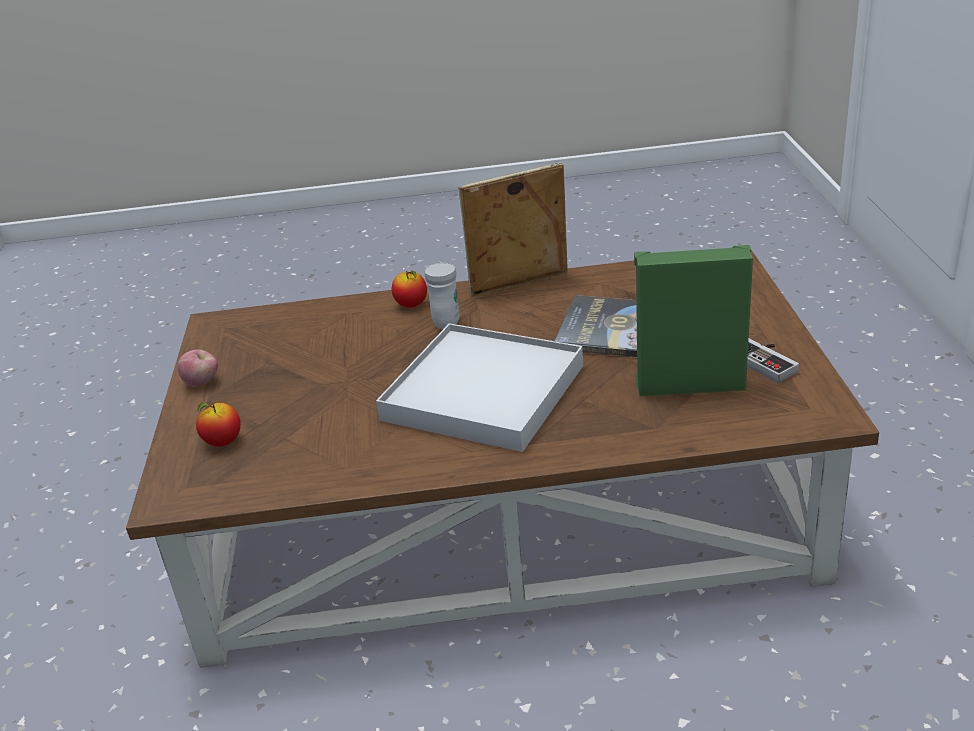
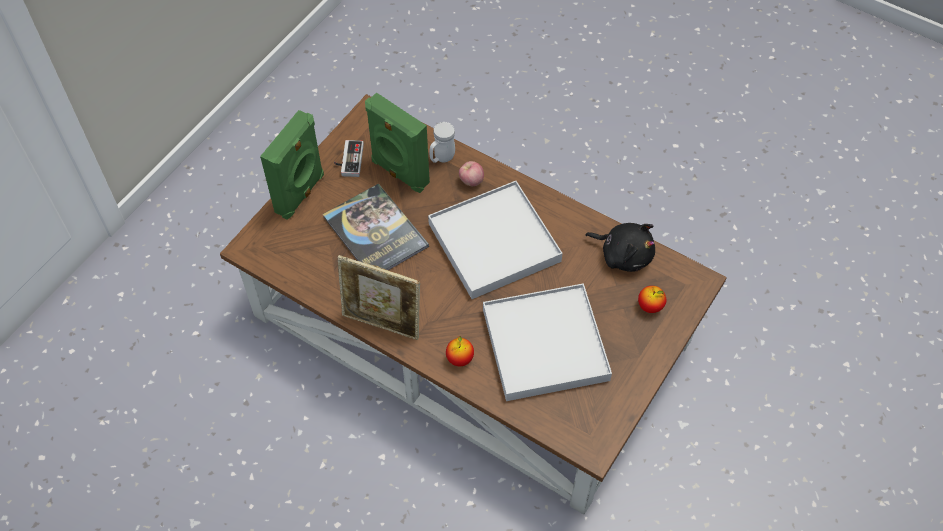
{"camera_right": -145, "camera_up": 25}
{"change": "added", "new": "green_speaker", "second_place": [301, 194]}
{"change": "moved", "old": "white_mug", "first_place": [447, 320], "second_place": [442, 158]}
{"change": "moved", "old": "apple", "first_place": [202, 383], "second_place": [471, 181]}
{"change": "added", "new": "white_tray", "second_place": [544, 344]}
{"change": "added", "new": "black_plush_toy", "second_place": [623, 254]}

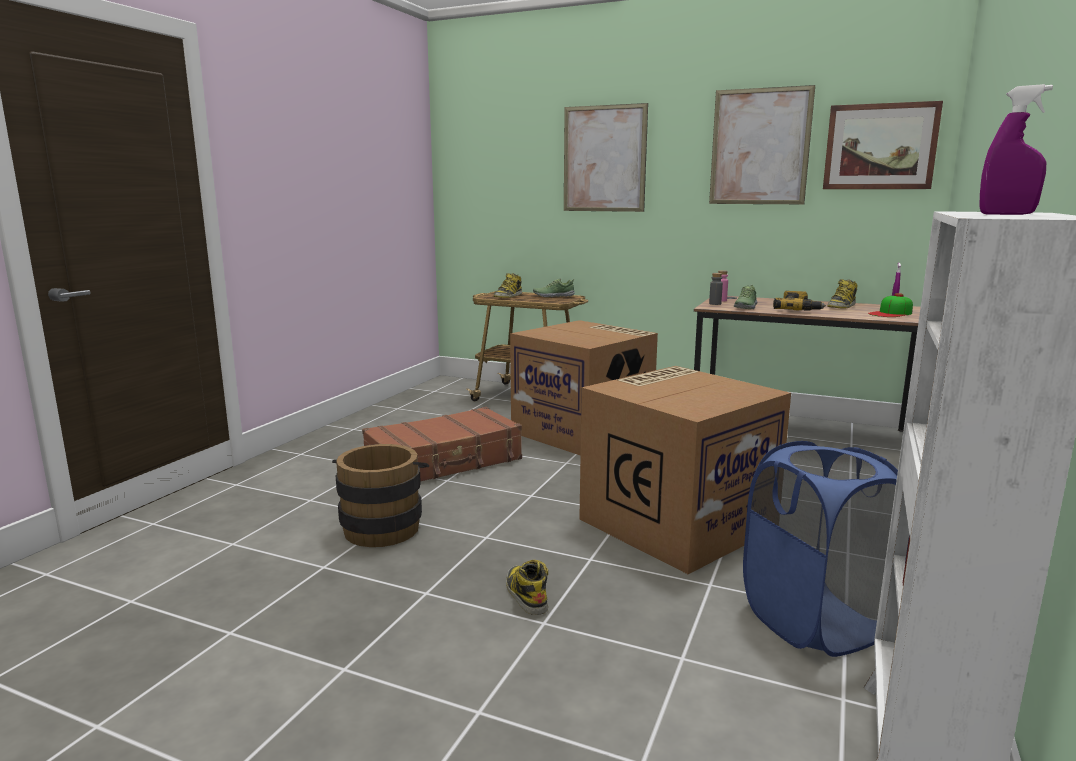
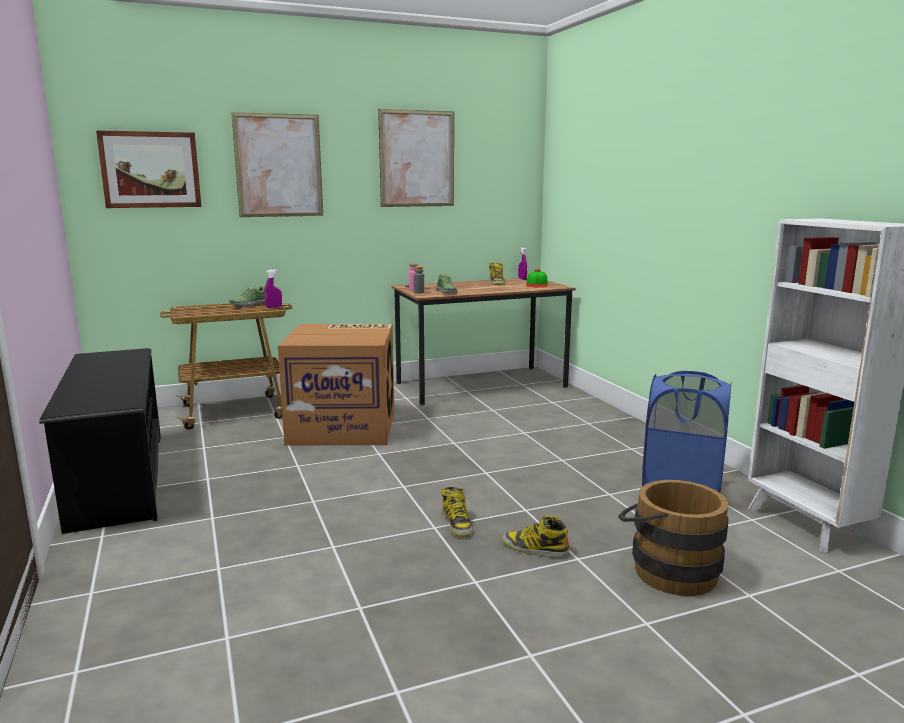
{"camera_right": -45, "camera_up": 0}
{"change": "added", "new": "black_shoe_rack", "second_place": [118, 478]}
{"change": "moved", "old": "picture", "first_place": [880, 147], "second_place": [150, 170]}
{"change": "moved", "old": "purple_spray_bottle", "first_place": [1006, 214], "second_place": [274, 307]}
{"change": "moved", "old": "boot", "first_place": [508, 296], "second_place": [457, 523]}
{"change": "moved", "old": "brown_bucket", "first_place": [383, 526], "second_place": [667, 569]}
{"change": "removed", "old": "brown_suitcase", "first_place": [444, 462]}
{"change": "removed", "old": "cardboard_box", "first_place": [677, 522]}
{"change": "removed", "old": "power_drill", "first_place": [798, 310]}

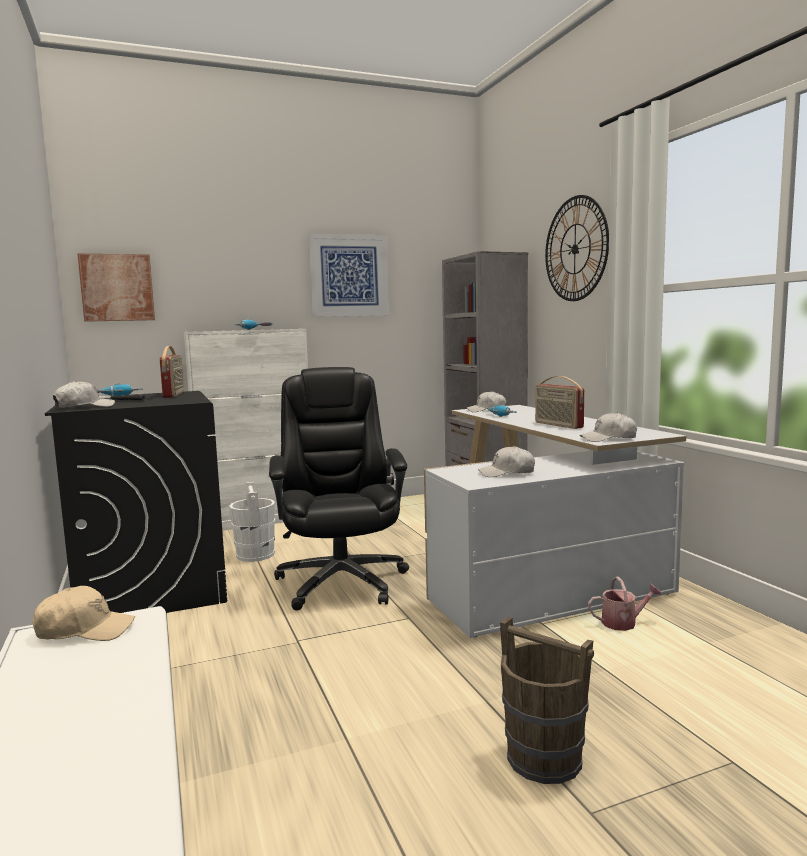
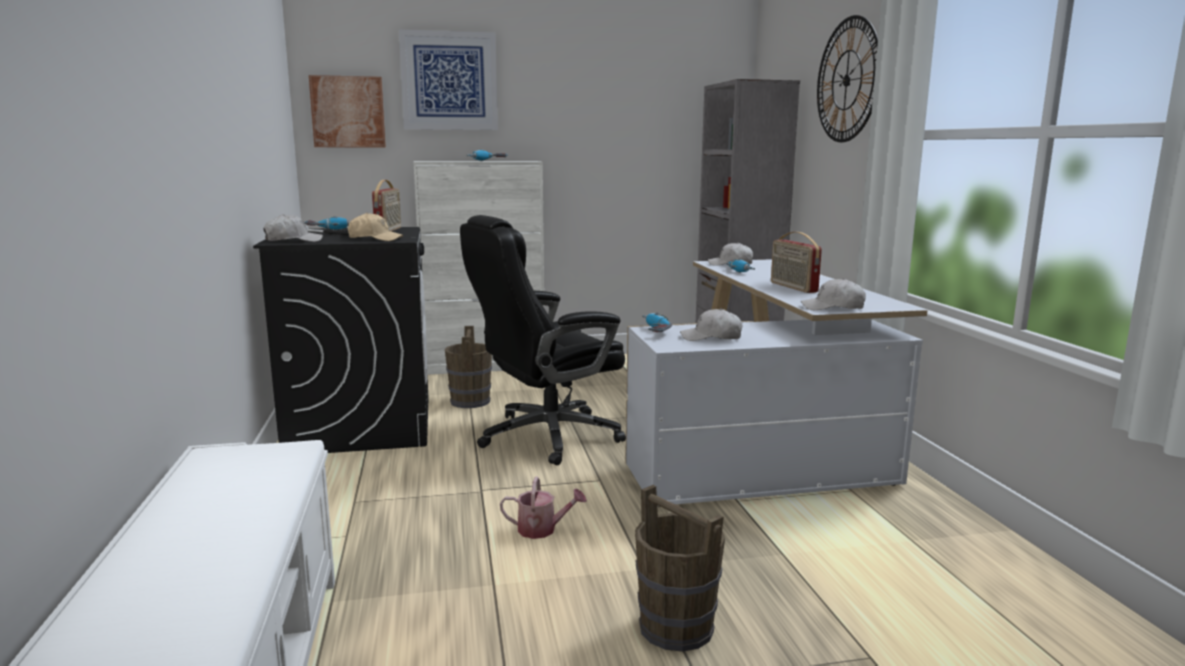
{"camera_right": 10, "camera_up": 5}
{"change": "moved", "old": "beige_cap", "first_place": [85, 630], "second_place": [375, 239]}
{"change": "moved", "old": "picture", "first_place": [348, 275], "second_place": [449, 81]}
{"change": "recoloured", "old": "white_bucket", "new": "brown_bucket", "first_place": [255, 554], "second_place": [470, 401]}
{"change": "turned", "old": "black_office_chair", "first_place": [341, 581], "second_place": [546, 437], "degrees": -120}
{"change": "moved", "old": "watering_can", "first_place": [623, 623], "second_place": [542, 529]}
{"change": "added", "new": "power_drill", "second_place": [652, 331]}

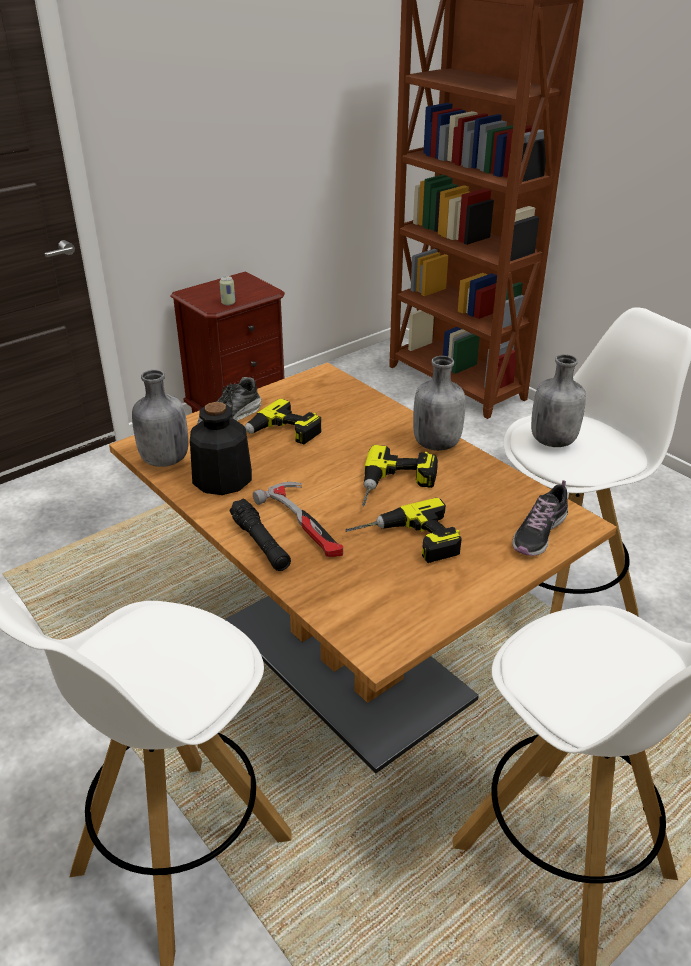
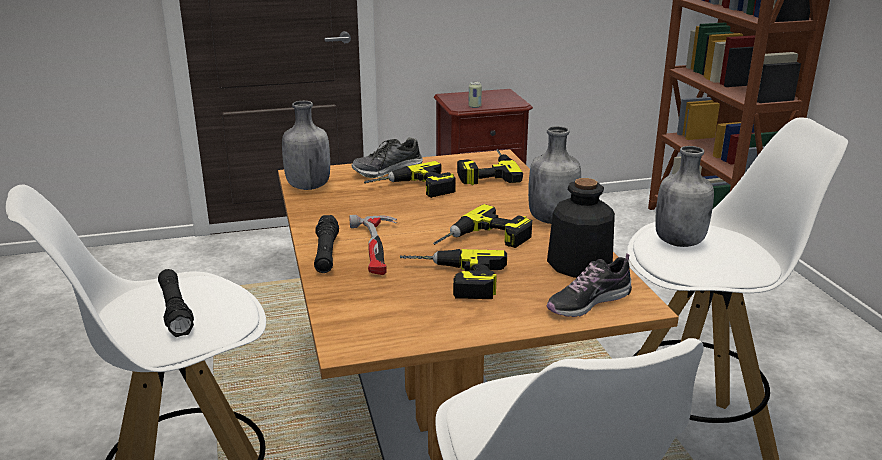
{"camera_right": 25, "camera_up": -10}
{"change": "added", "new": "black_flashlight", "second_place": [175, 311]}
{"change": "added", "new": "power_drill", "second_place": [485, 171]}
{"change": "moved", "old": "bottle", "first_place": [222, 479], "second_place": [579, 264]}

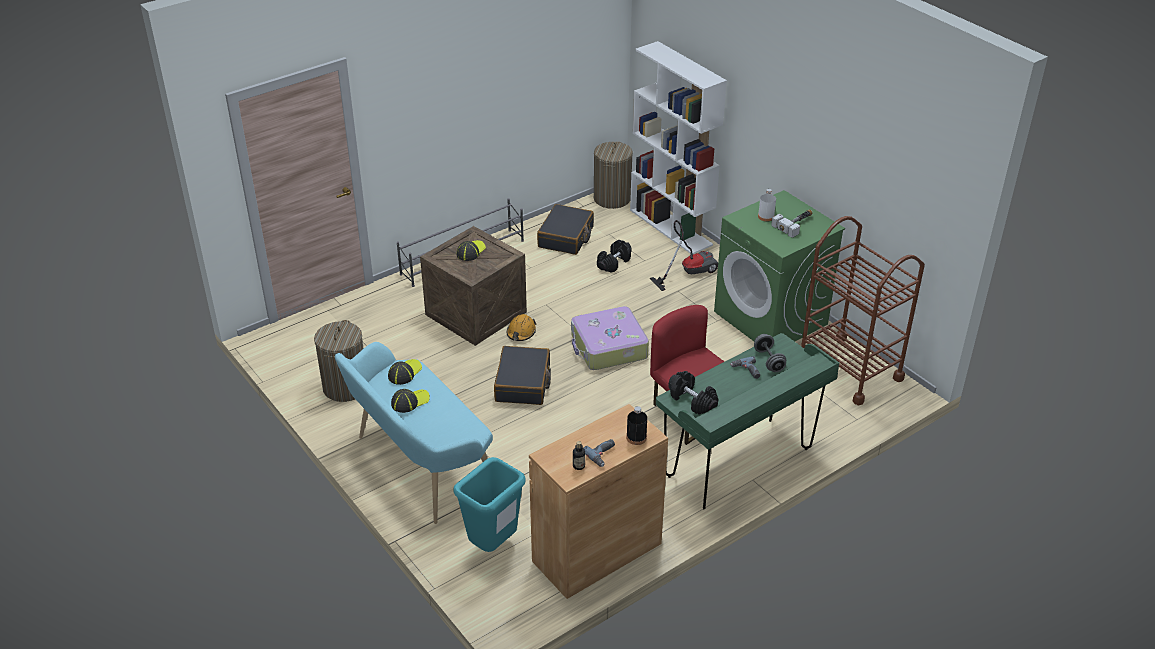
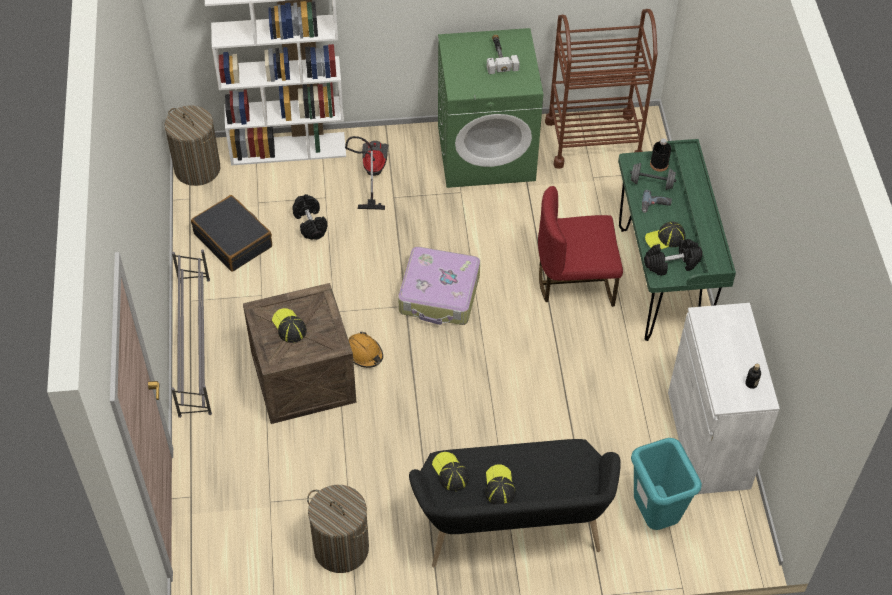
{"camera_right": -60, "camera_up": 15}
{"change": "recoloured", "old": "turquoise_bench", "new": "black_bench", "first_place": [419, 467], "second_place": [511, 531]}
{"change": "added", "new": "cap", "second_place": [665, 238]}
{"change": "moved", "old": "black_bottle", "first_place": [636, 437], "second_place": [659, 164]}
{"change": "recoloured", "old": "brown_cabinet", "new": "white_cabinet", "first_place": [597, 552], "second_place": [708, 440]}
{"change": "removed", "old": "black_suitcase", "first_place": [523, 383]}
{"change": "removed", "old": "power_drill", "first_place": [603, 455]}
{"change": "removed", "old": "white_bottle", "first_place": [766, 216]}

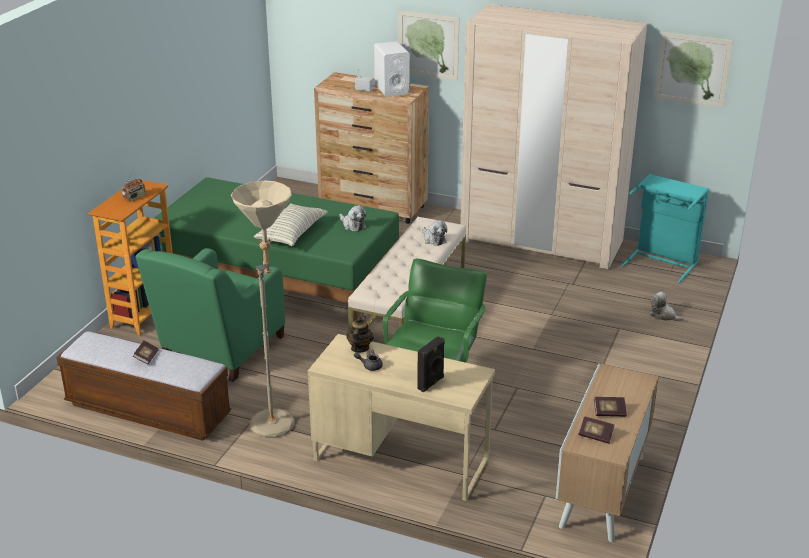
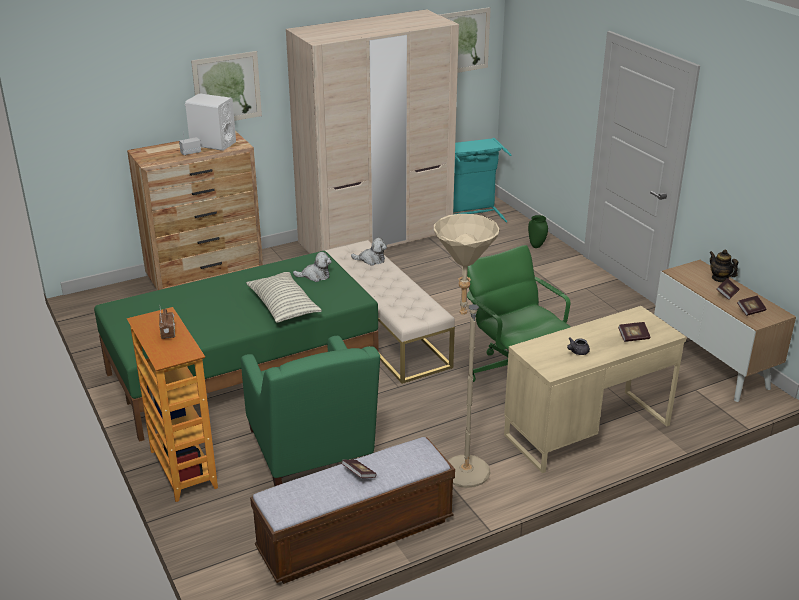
{"camera_right": -50, "camera_up": 0}
{"change": "replaced", "old": "plush_toy", "new": "green_vase", "first_place": [663, 315], "second_place": [537, 246]}
{"change": "replaced", "old": "black_speaker", "new": "book", "first_place": [431, 383], "second_place": [633, 337]}
{"change": "moved", "old": "teapot", "first_place": [359, 348], "second_place": [720, 278]}

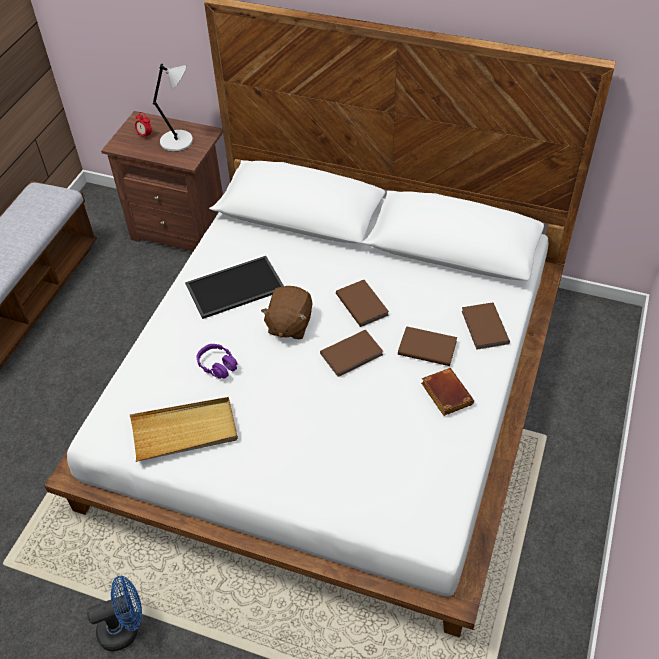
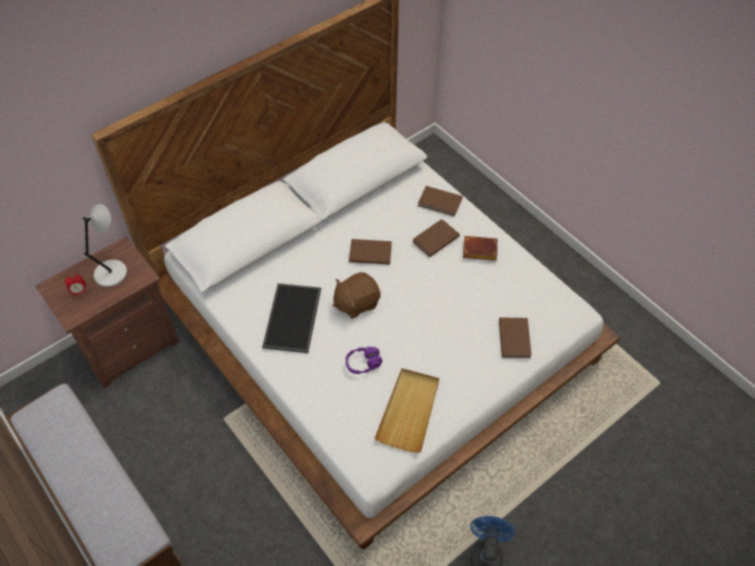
{"camera_right": -60, "camera_up": 5}
{"change": "turned", "old": "brown_plush_toy", "first_place": [289, 325], "second_place": [356, 303], "degrees": 105}
{"change": "moved", "old": "brown_book", "first_place": [353, 355], "second_place": [515, 338]}

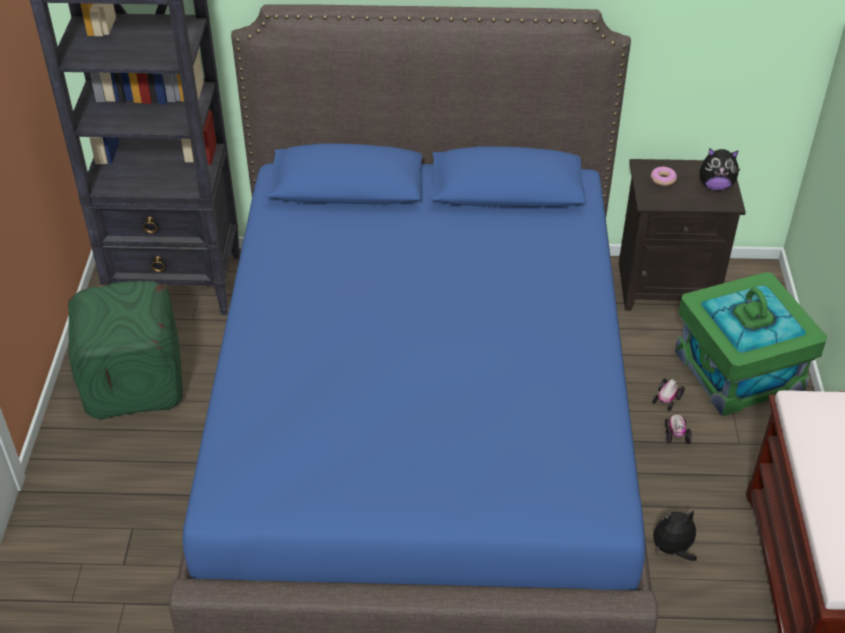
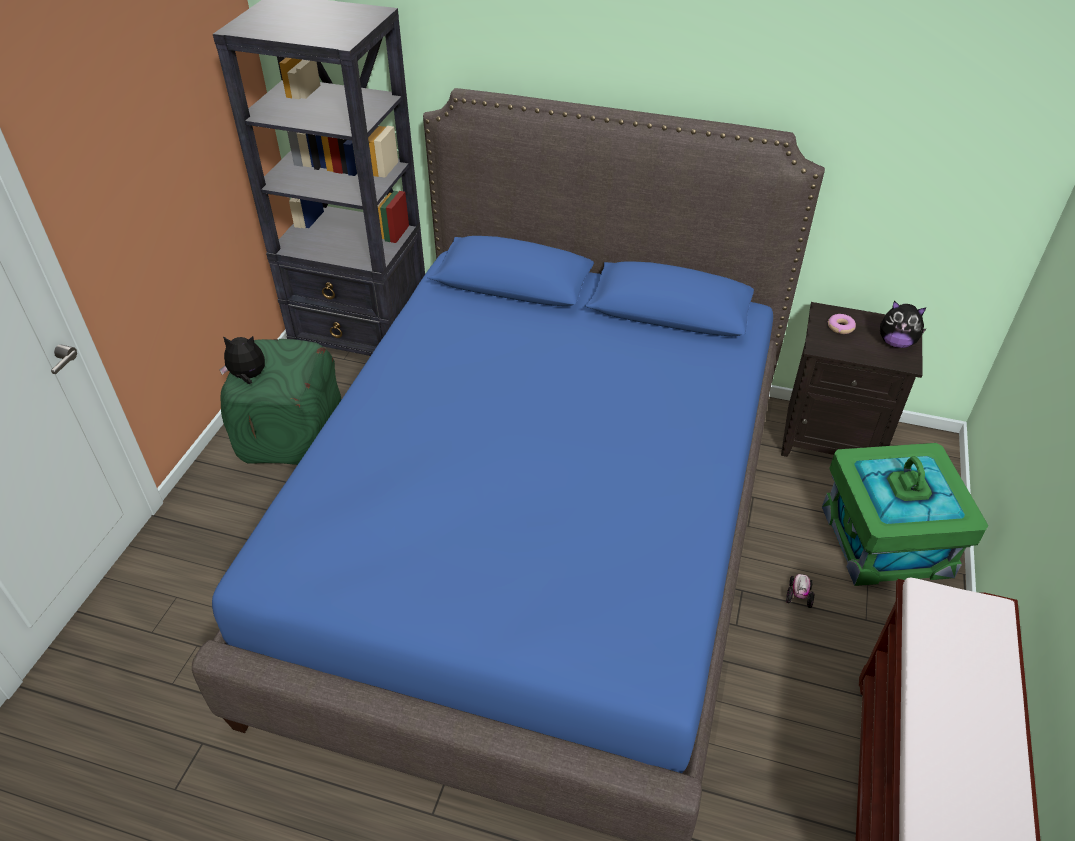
{"camera_right": 15, "camera_up": 0}
{"change": "moved", "old": "plush_toy", "first_place": [672, 549], "second_place": [248, 377]}
{"change": "removed", "old": "toy_car", "first_place": [666, 399]}

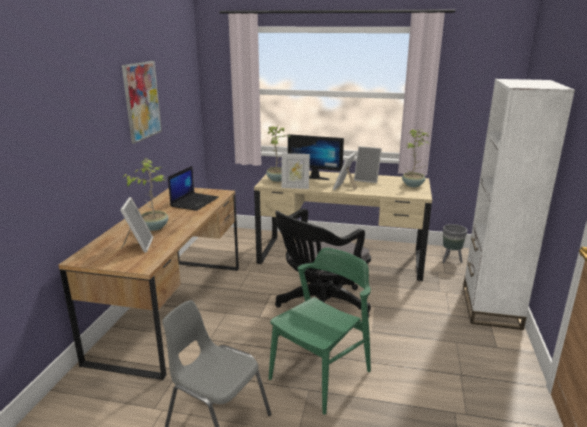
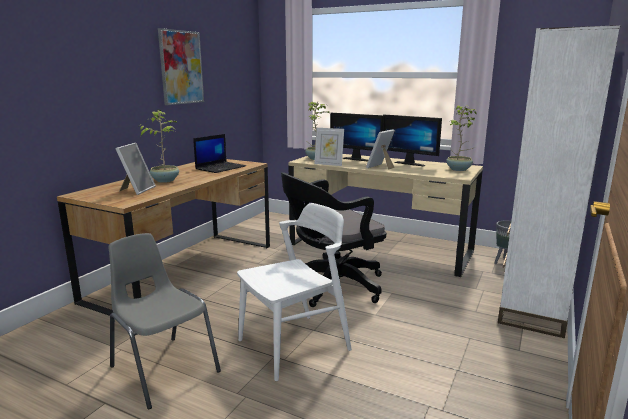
{"camera_right": 15, "camera_up": -5}
{"change": "recoloured", "old": "green_chair", "new": "white_chair", "first_place": [321, 375], "second_place": [294, 345]}
{"change": "replaced", "old": "picture_frame", "new": "monitor", "first_place": [367, 180], "second_place": [411, 163]}

